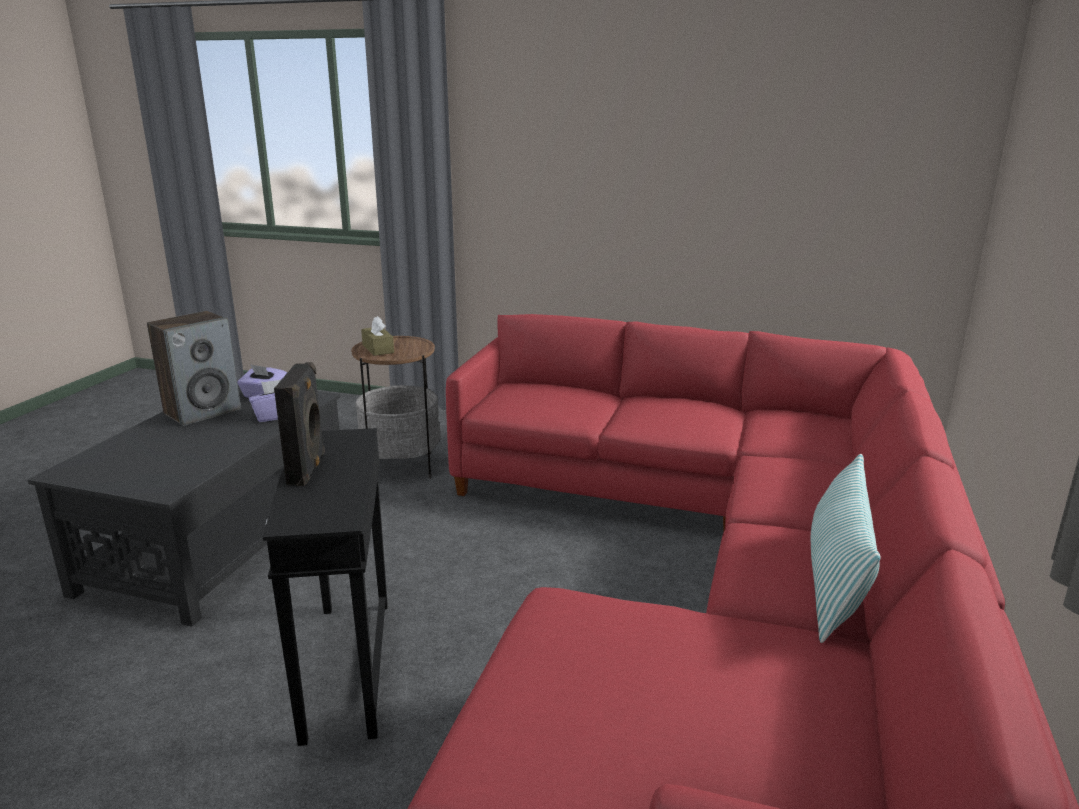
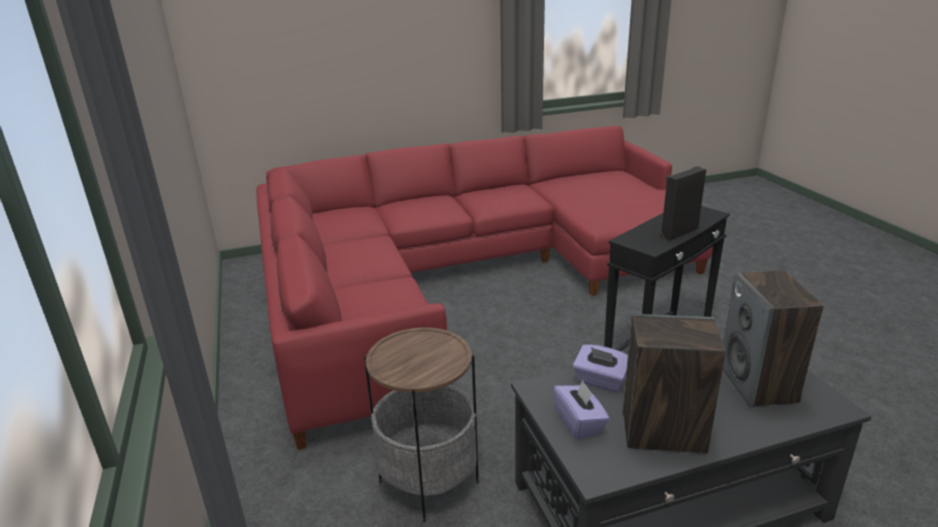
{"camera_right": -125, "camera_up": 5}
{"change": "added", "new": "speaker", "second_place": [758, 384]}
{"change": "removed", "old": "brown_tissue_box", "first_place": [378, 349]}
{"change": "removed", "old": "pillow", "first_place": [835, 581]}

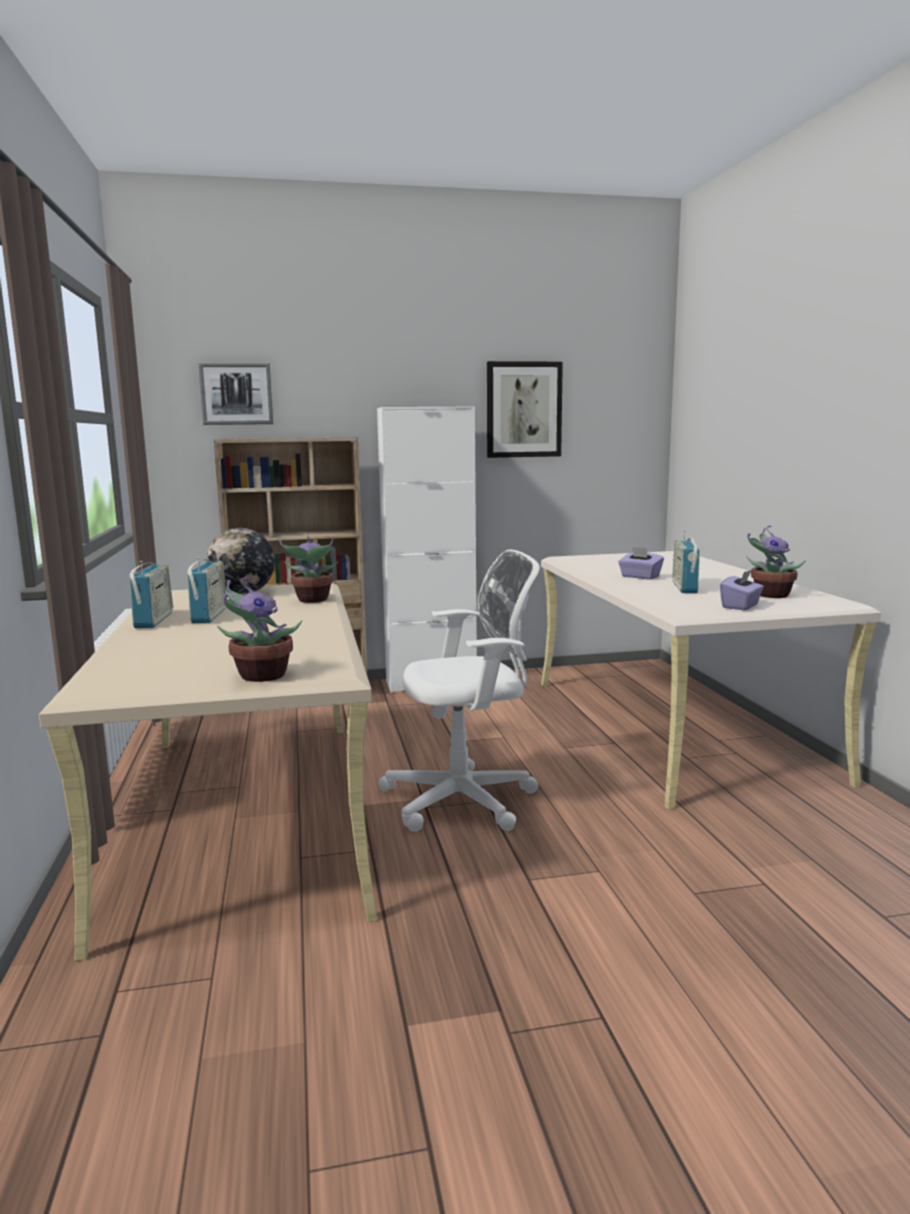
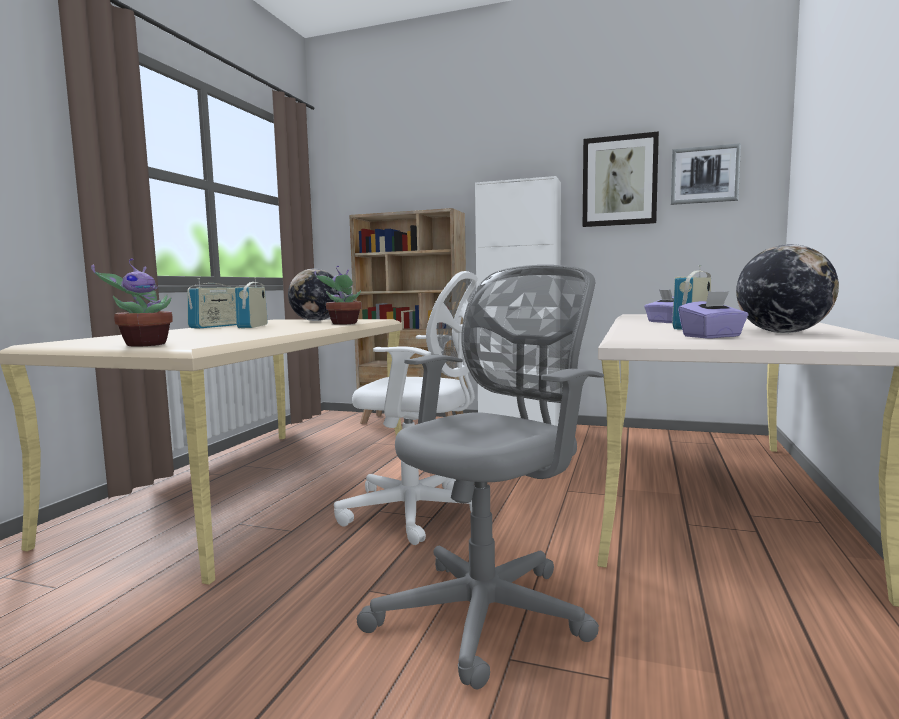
{"camera_right": 30, "camera_up": -5}
{"change": "turned", "old": "radio", "first_place": [209, 615], "second_place": [253, 326], "degrees": 150}
{"change": "added", "new": "grey_office_chair", "second_place": [489, 611]}
{"change": "moved", "old": "picture", "first_place": [236, 394], "second_place": [704, 175]}
{"change": "replaced", "old": "potted_plant", "new": "globe", "first_place": [770, 595], "second_place": [782, 333]}

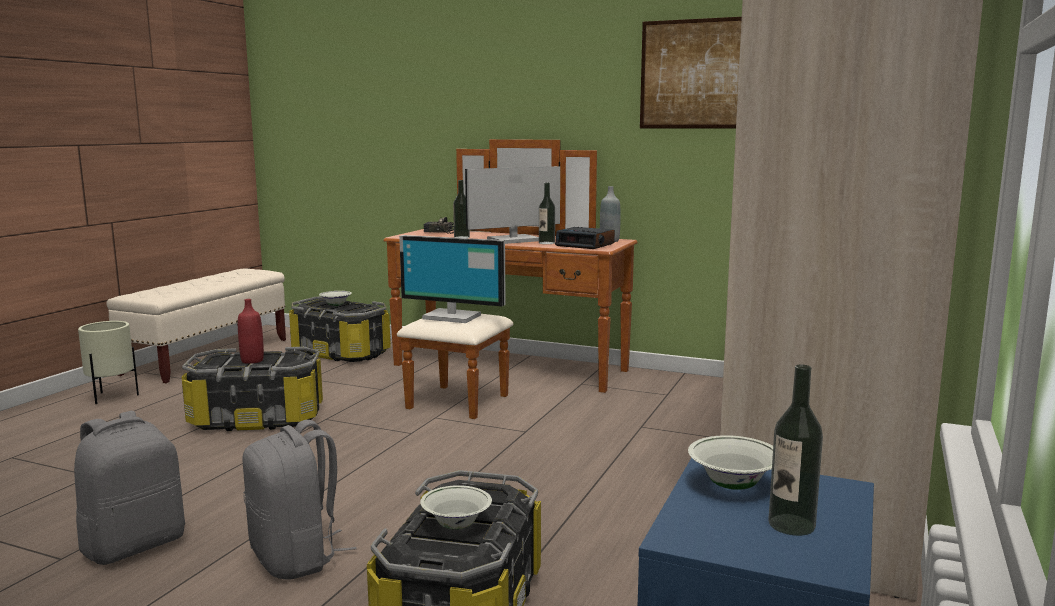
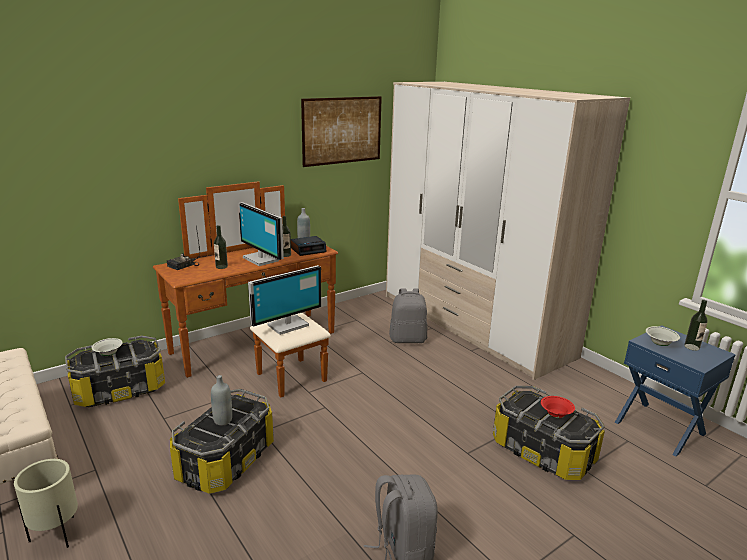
{"camera_right": -60, "camera_up": 10}
{"change": "recoloured", "old": "red_bottle", "new": "grey_bottle", "first_place": [252, 360], "second_place": [223, 420]}
{"change": "turned", "old": "monitor", "first_place": [514, 240], "second_place": [262, 259], "degrees": -45}
{"change": "moved", "old": "grey_backpack", "first_place": [296, 558], "second_place": [408, 339]}
{"change": "recoloured", "old": "white_bowl", "new": "red_bowl", "first_place": [456, 526], "second_place": [555, 415]}

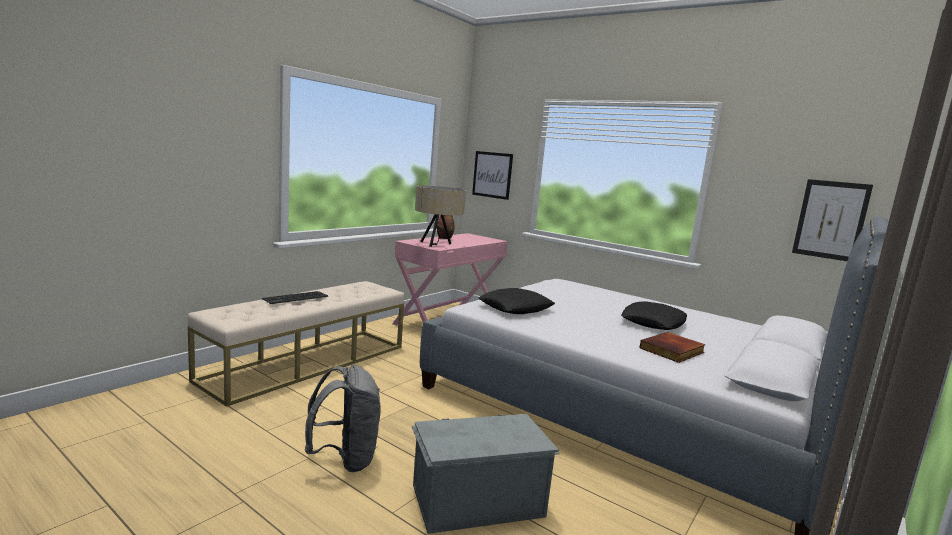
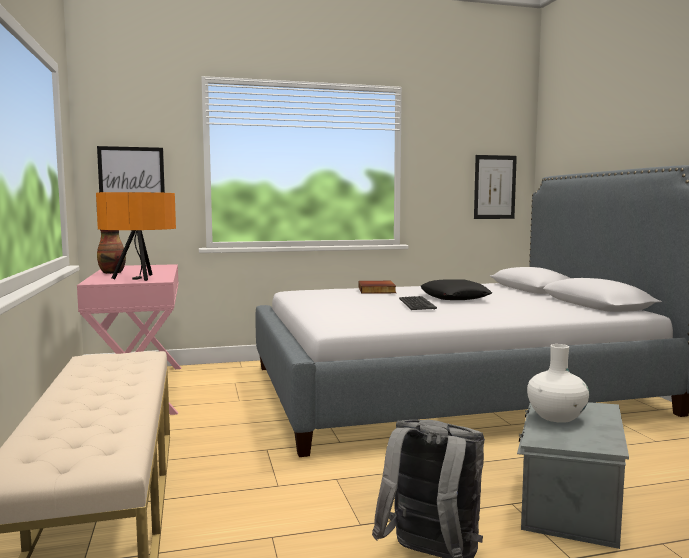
{"camera_right": -50, "camera_up": -5}
{"change": "recoloured", "old": "beige_table_lamp", "new": "orange_table_lamp", "first_place": [437, 244], "second_place": [140, 278]}
{"change": "moved", "old": "book", "first_place": [672, 351], "second_place": [377, 290]}
{"change": "moved", "old": "keyboard", "first_place": [295, 298], "second_place": [416, 304]}
{"change": "added", "new": "white_vase", "second_place": [556, 416]}
{"change": "removed", "old": "black_pillow", "first_place": [515, 308]}

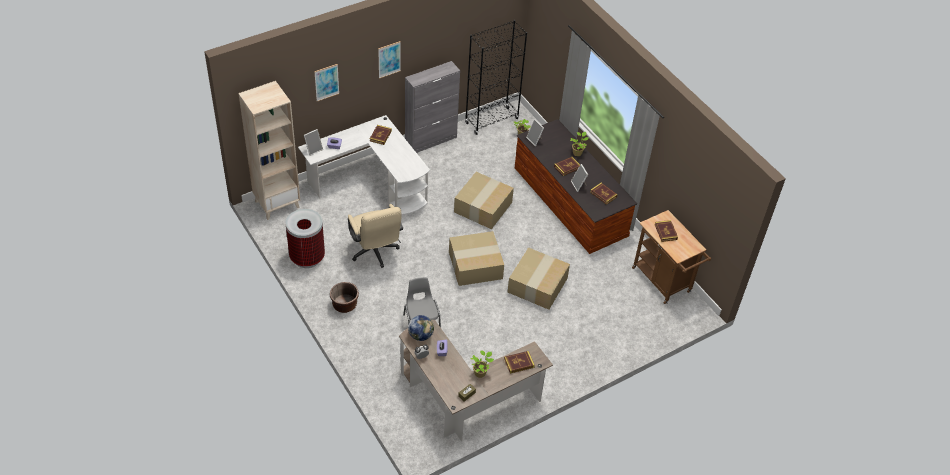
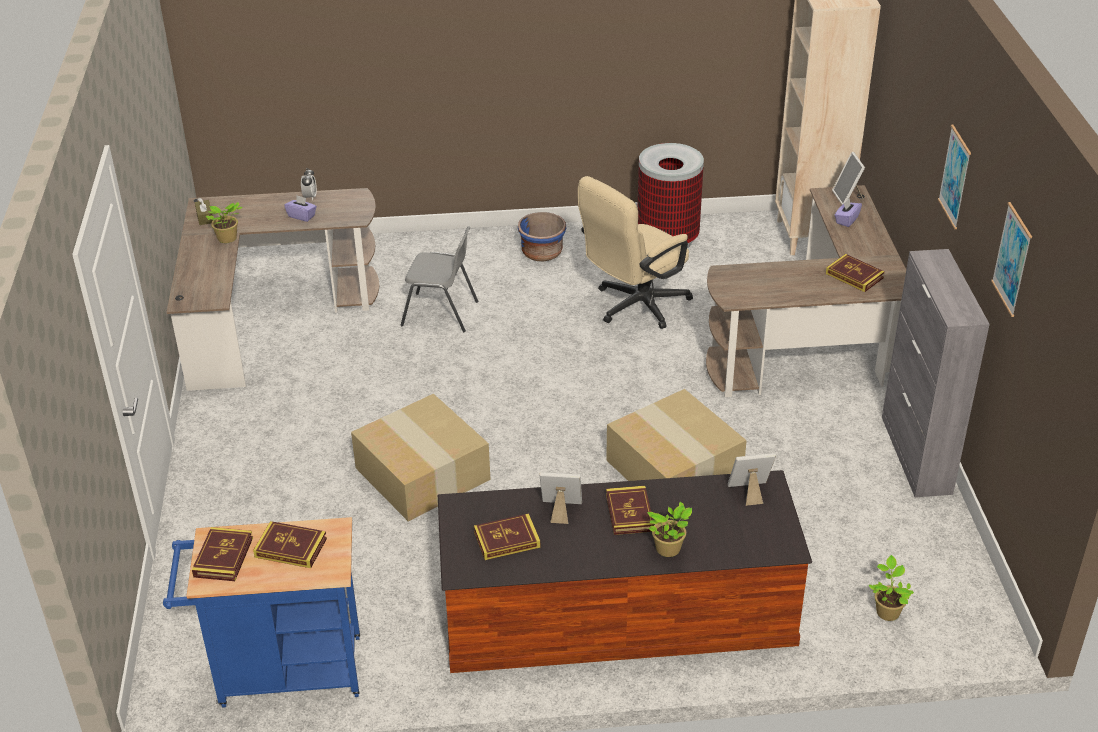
{"camera_right": 120, "camera_up": -10}
{"change": "recoloured", "old": "brown_cart", "new": "blue_cart", "first_place": [664, 282], "second_place": [281, 673]}
{"change": "moved", "old": "book", "first_place": [519, 363], "second_place": [223, 557]}
{"change": "recoloured", "old": "brown_planter", "new": "blue_planter", "first_place": [344, 304], "second_place": [542, 252]}
{"change": "turned", "old": "beige_office_chair", "first_place": [375, 253], "second_place": [634, 307], "degrees": -45}
{"change": "recoloured", "old": "white_desk", "new": "brown_desk", "first_place": [372, 183], "second_place": [815, 346]}
{"change": "moved", "old": "picture", "first_place": [326, 82], "second_place": [1012, 259]}
{"change": "removed", "old": "globe", "first_place": [421, 335]}
{"change": "removed", "old": "cardboard_box", "first_place": [475, 266]}
{"change": "removed", "old": "black_bookcase", "first_place": [491, 121]}

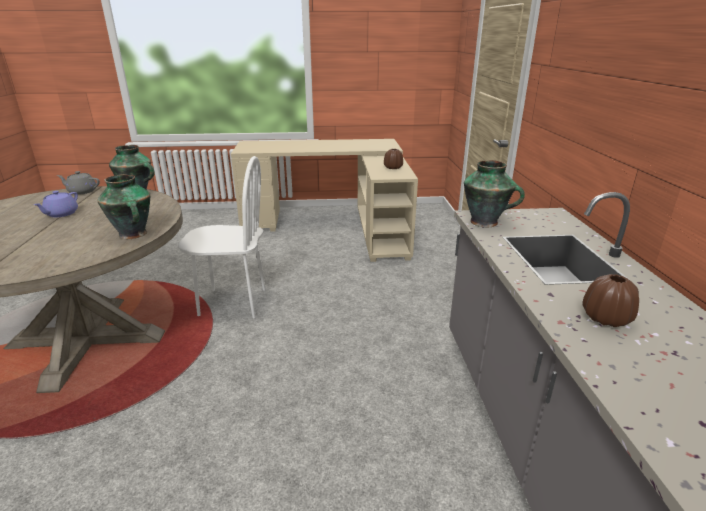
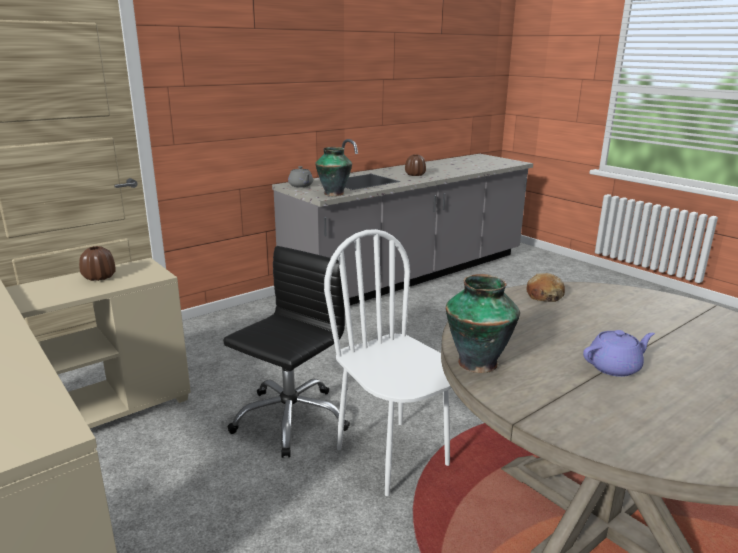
{"camera_right": -125, "camera_up": -5}
{"change": "added", "new": "black_office_chair", "second_place": [290, 419]}
{"change": "moved", "old": "grey_teapot", "first_place": [82, 191], "second_place": [301, 186]}
{"change": "replaced", "old": "vase", "new": "bread", "first_place": [133, 234], "second_place": [544, 295]}

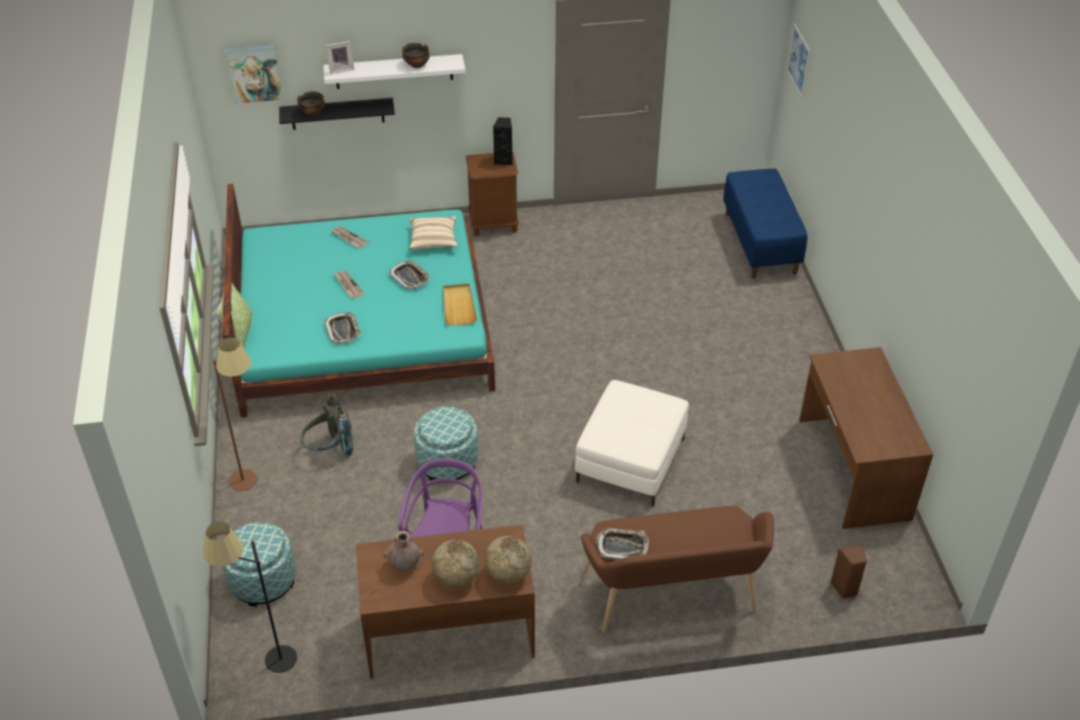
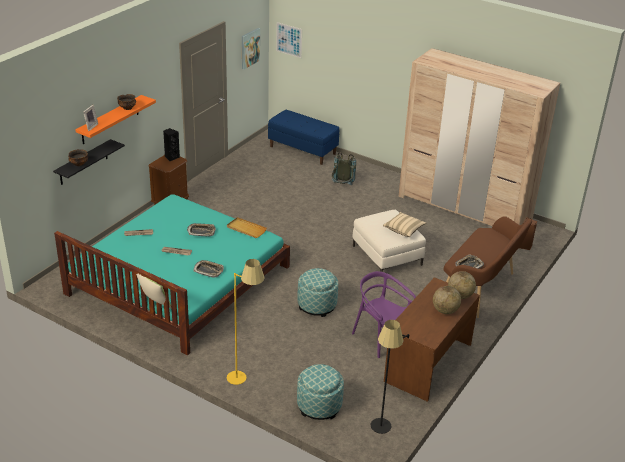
{"camera_right": -50, "camera_up": -10}
{"change": "recoloured", "old": "white_shelf", "new": "orange_shelf", "first_place": [394, 71], "second_place": [110, 120]}
{"change": "recoloured", "old": "brown_floor_lamp", "new": "yellow_floor_lamp", "first_place": [253, 484], "second_place": [245, 375]}
{"change": "moved", "old": "picture", "first_place": [254, 73], "second_place": [250, 48]}
{"change": "moved", "old": "grey_backpack", "first_place": [329, 450], "second_place": [342, 187]}
{"change": "moved", "old": "beige_pillow", "first_place": [433, 240], "second_place": [404, 229]}
{"change": "replaced", "old": "brown_desk", "new": "beige_wardrobe", "first_place": [852, 469], "second_place": [464, 207]}
{"change": "removed", "old": "brown_vase", "first_place": [405, 564]}

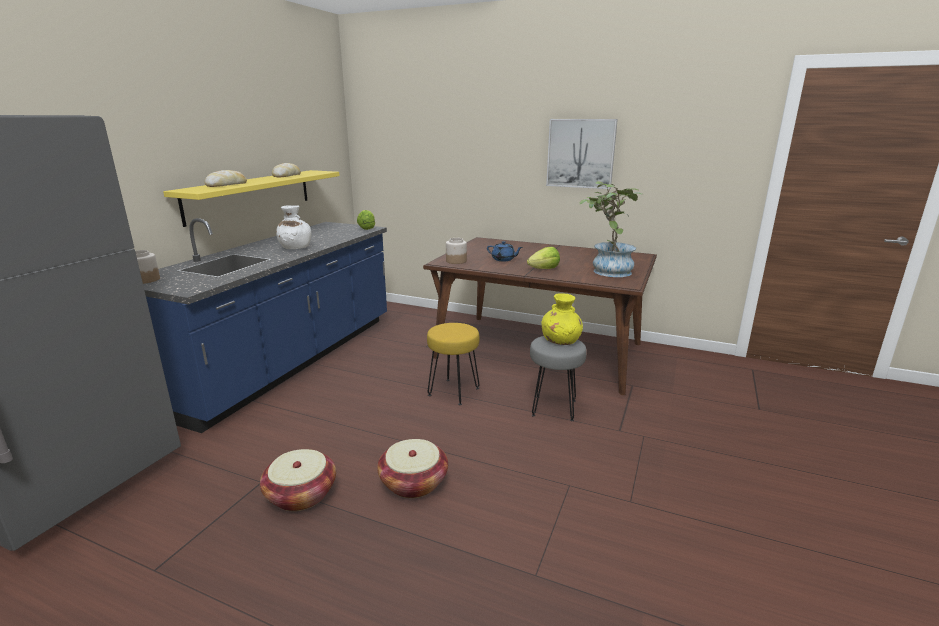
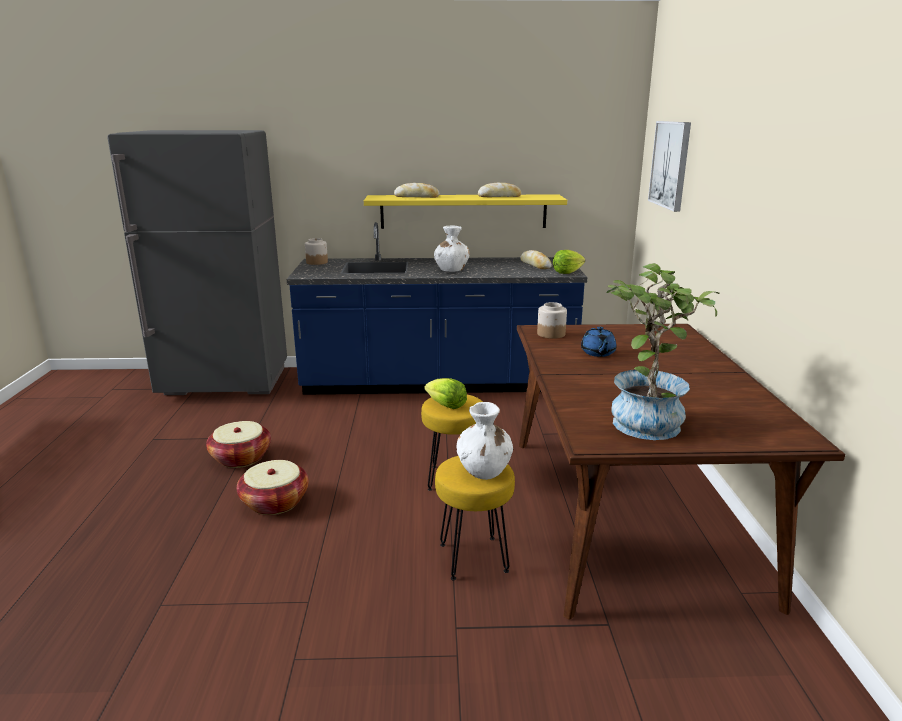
{"camera_right": 65, "camera_up": 0}
{"change": "moved", "old": "lettuce", "first_place": [544, 269], "second_place": [446, 405]}
{"change": "recoloured", "old": "grey_stool", "new": "yellow_stool", "first_place": [553, 408], "second_place": [472, 557]}
{"change": "recoloured", "old": "yellow_vase", "new": "white_vase", "first_place": [561, 341], "second_place": [484, 470]}
{"change": "added", "new": "bread", "second_place": [535, 265]}
{"change": "moved", "old": "picture", "first_place": [580, 153], "second_place": [670, 164]}

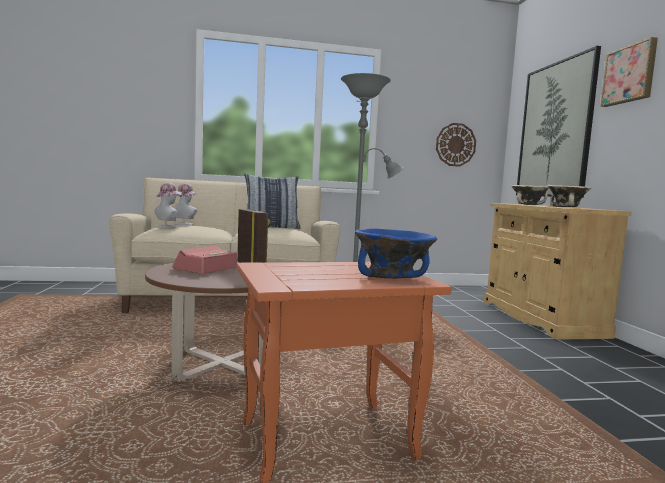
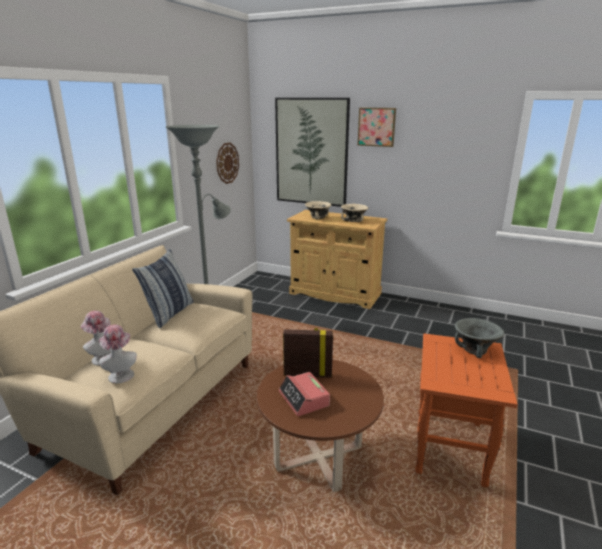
{"camera_right": -55, "camera_up": 15}
{"change": "recoloured", "old": "blue_bowl", "new": "grey_bowl", "first_place": [391, 276], "second_place": [475, 349]}

